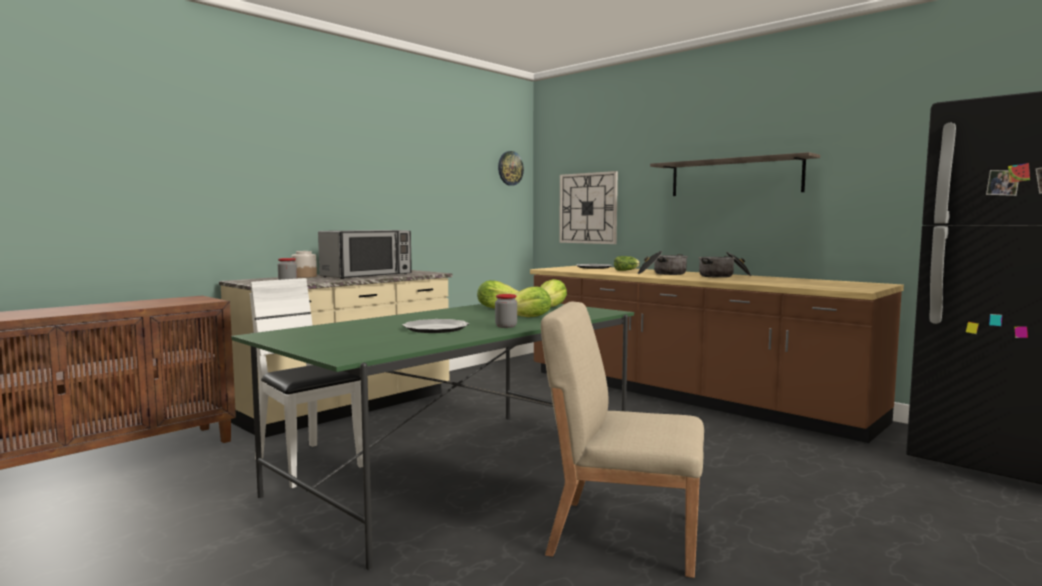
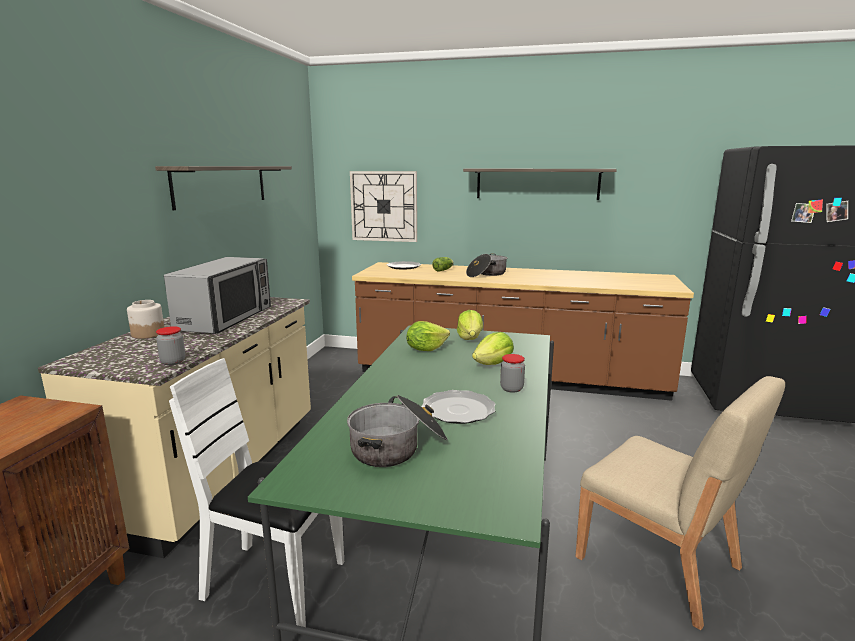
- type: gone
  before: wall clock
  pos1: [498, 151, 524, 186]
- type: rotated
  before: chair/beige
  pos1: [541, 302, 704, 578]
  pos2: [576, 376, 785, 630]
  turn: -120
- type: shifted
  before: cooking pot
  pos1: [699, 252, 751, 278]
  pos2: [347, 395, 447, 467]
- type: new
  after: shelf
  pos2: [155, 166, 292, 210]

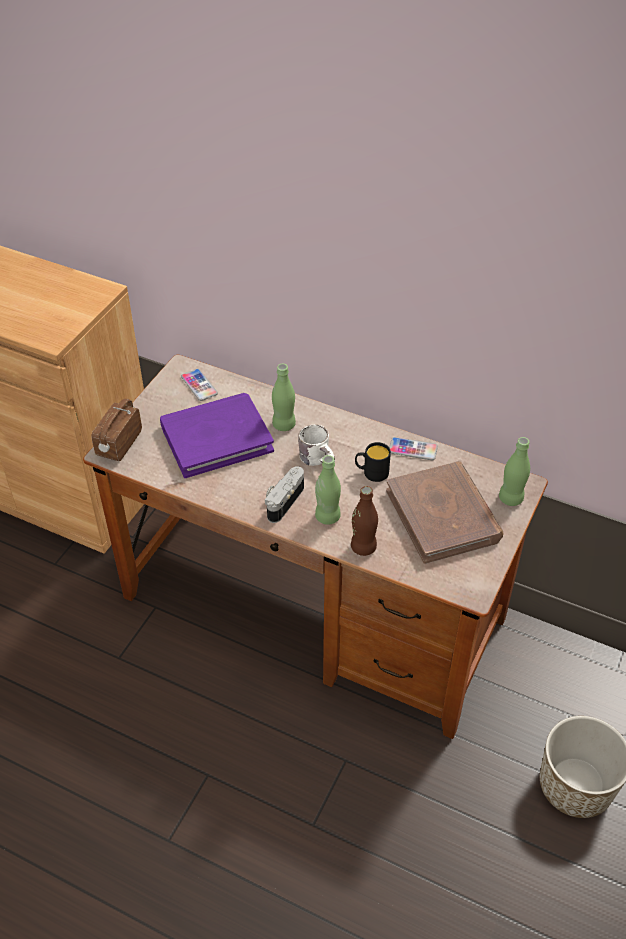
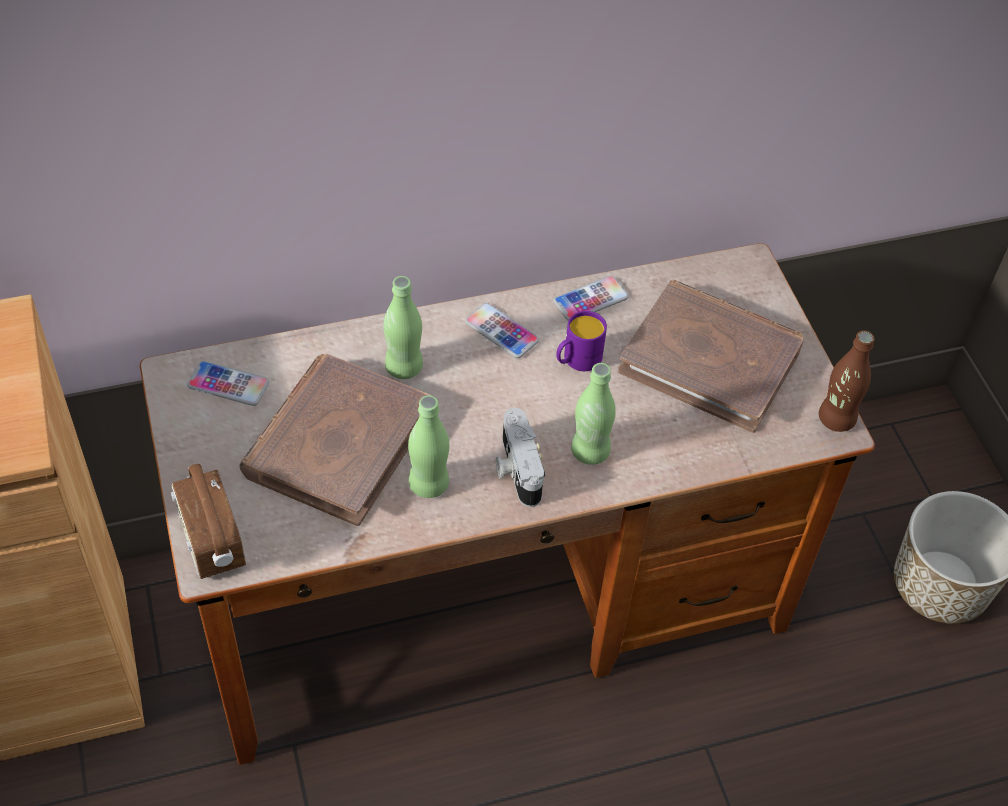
- type: repainted
  before: book/purple
  after: book/brown
  pos1: [160, 393, 274, 478]
  pos2: [239, 354, 431, 526]
- type: gone
  before: mug/white
  pos1: [298, 425, 335, 466]
- type: shifted
  before: bottle/brown
  pos1: [351, 486, 378, 556]
  pos2: [819, 330, 875, 432]
- type: repainted
  before: mug/black
  after: mug/purple
  pos1: [355, 442, 391, 482]
  pos2: [556, 311, 607, 371]
- type: shifted
  before: bottle/green
  pos1: [499, 437, 530, 506]
  pos2: [408, 395, 449, 498]
- type: new
  after: phone
  pos2: [465, 303, 539, 358]

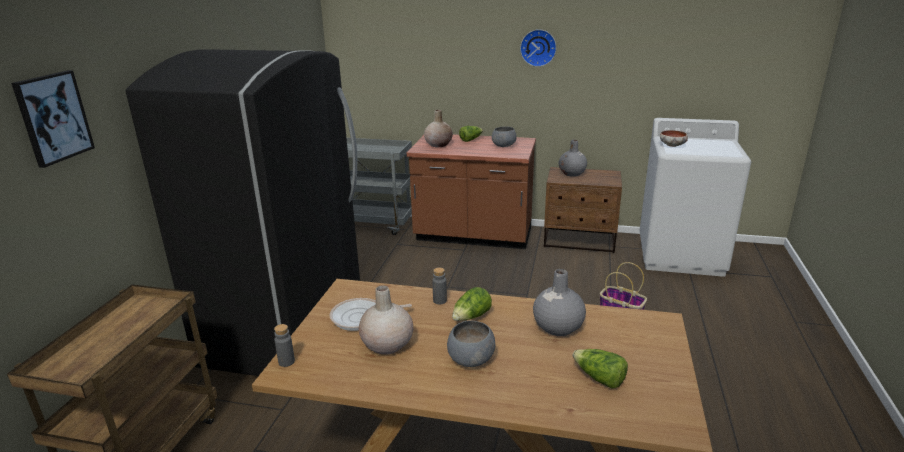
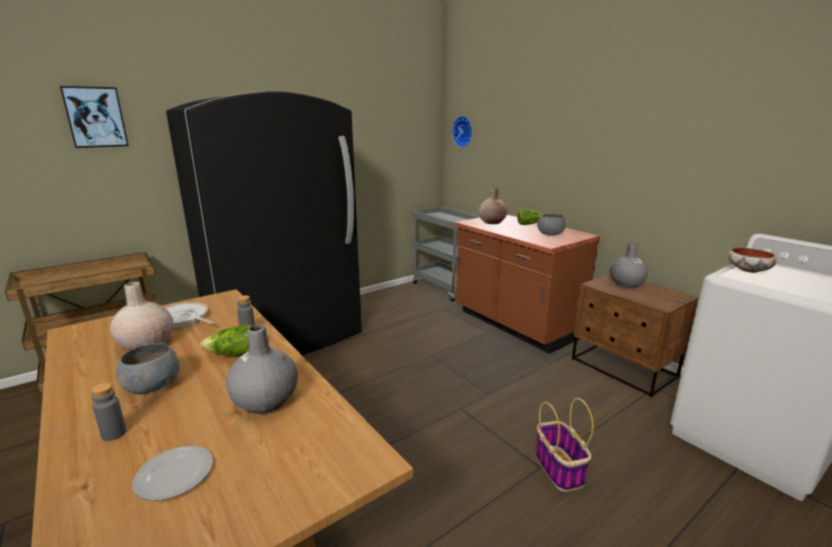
- type: shifted
  before: bottle/grey
  pos1: [274, 324, 295, 367]
  pos2: [91, 383, 126, 441]
- type: shifted
  before: wall clock
  pos1: [520, 29, 557, 67]
  pos2: [452, 116, 473, 148]
- type: swapped
  before: lettuce
  after: plate
  pos1: [572, 349, 628, 389]
  pos2: [132, 446, 213, 501]

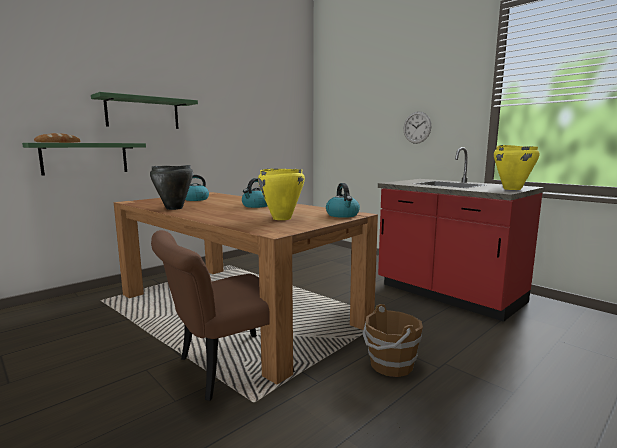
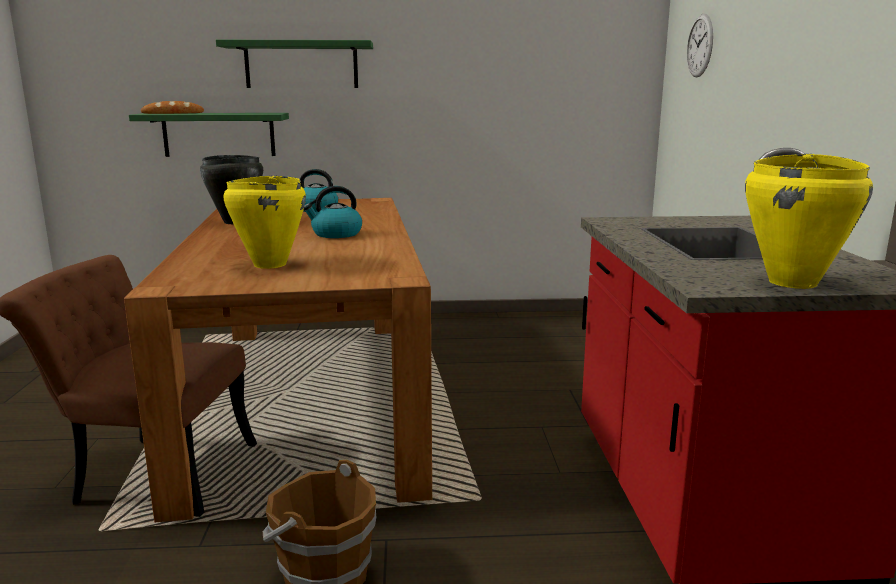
- type: gone
  before: kettle
  pos1: [326, 183, 360, 218]
- type: shifted
  before: wall clock
  pos1: [404, 112, 431, 144]
  pos2: [687, 14, 713, 78]

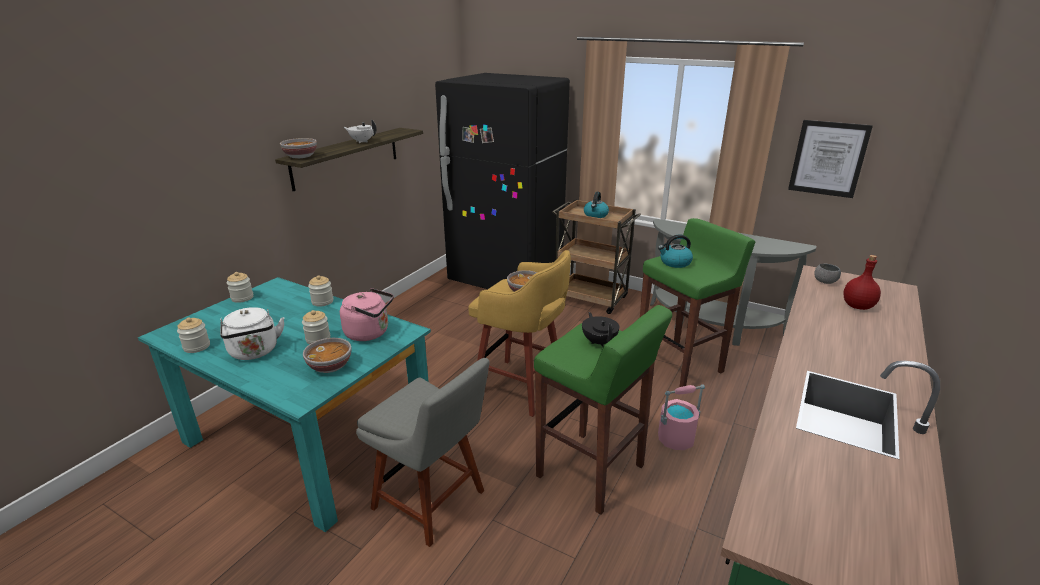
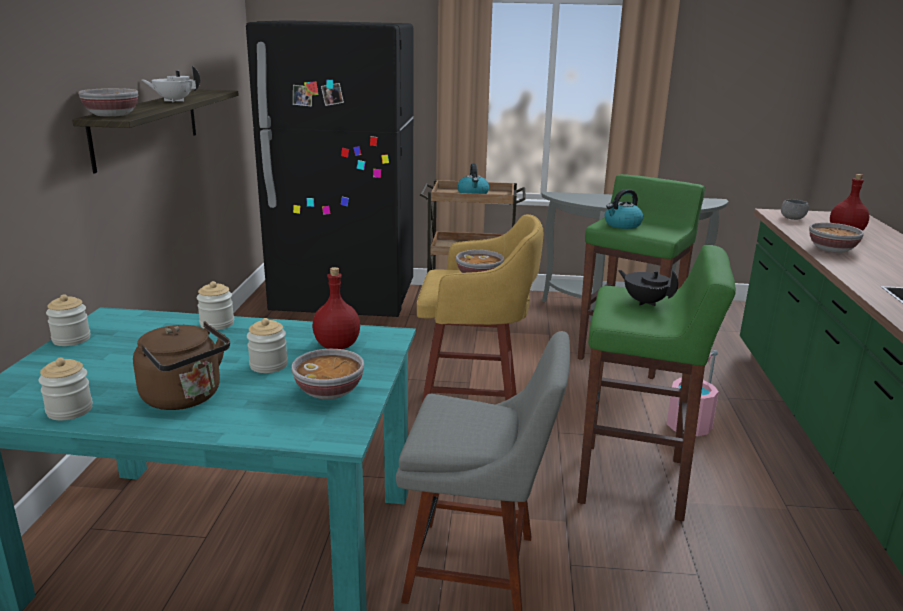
- type: repainted
  before: kettle/white
  after: kettle/brown
  pos1: [220, 307, 284, 360]
  pos2: [133, 321, 230, 410]
- type: swapped
  before: kettle/pink
  after: bottle/red
  pos1: [340, 288, 394, 341]
  pos2: [312, 267, 360, 349]
- type: gone
  before: picture
  pos1: [788, 120, 873, 198]
- type: new
  after: bowl
  pos2: [809, 223, 864, 253]

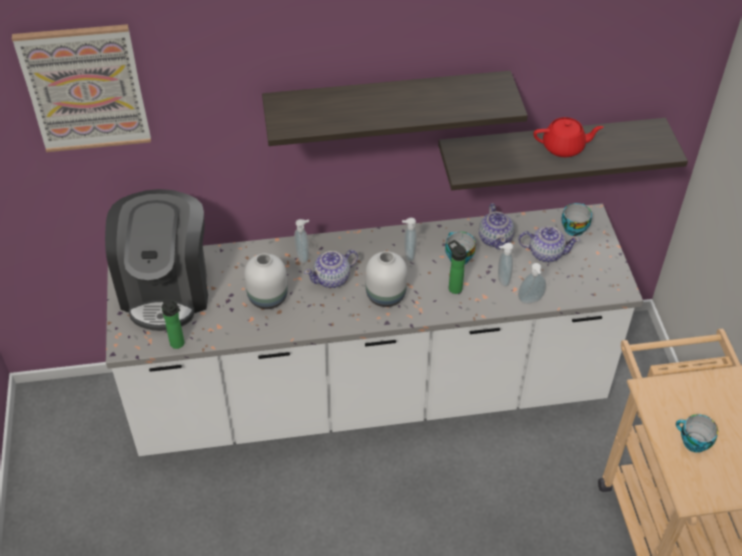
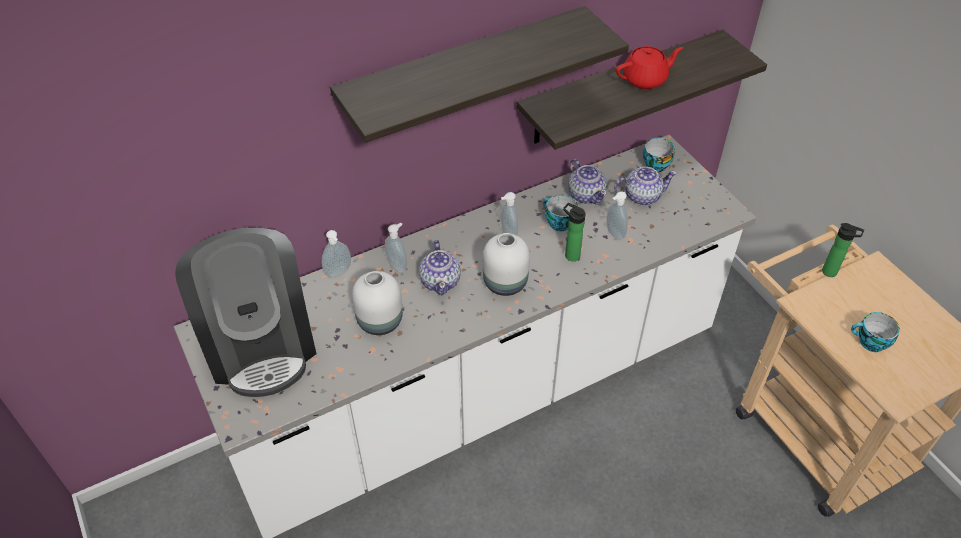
- type: gone
  before: picture
  pos1: [12, 24, 151, 152]
- type: shifted
  before: bottle
  pos1: [162, 298, 185, 349]
  pos2: [822, 223, 864, 277]
- type: rotated
  before: teapot
  pos1: [304, 250, 358, 288]
  pos2: [419, 240, 461, 295]
  turn: -45
- type: shifted
  before: soap dispenser
  pos1: [518, 263, 546, 304]
  pos2: [322, 230, 351, 277]

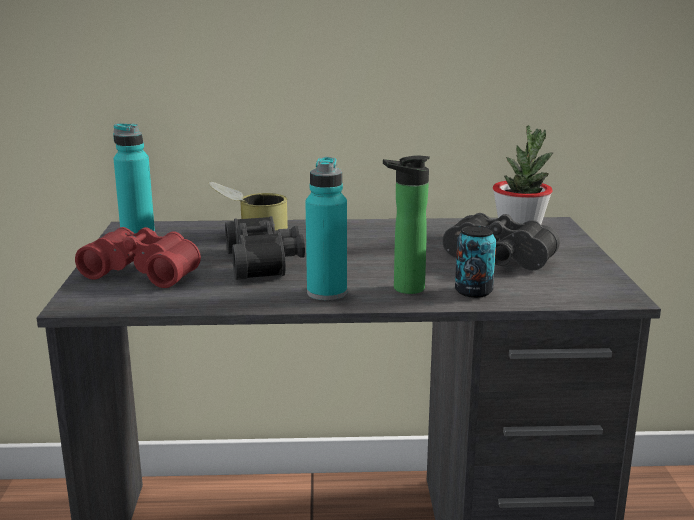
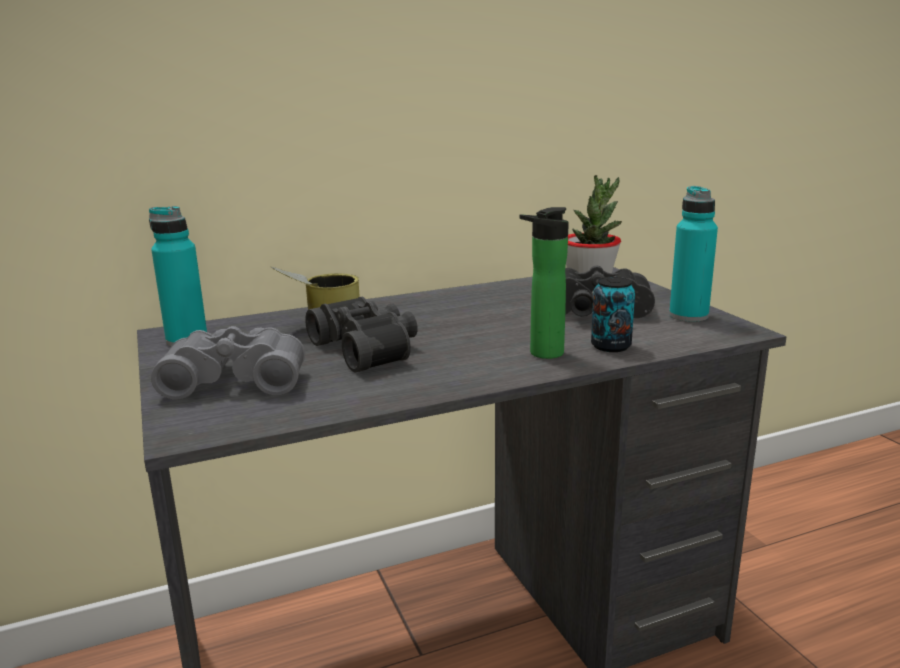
- type: repainted
  before: binoculars/red
  after: binoculars/grey
  pos1: [75, 227, 201, 288]
  pos2: [151, 326, 305, 400]
- type: shifted
  before: bottle/turquoise
  pos1: [305, 157, 347, 300]
  pos2: [669, 186, 718, 322]

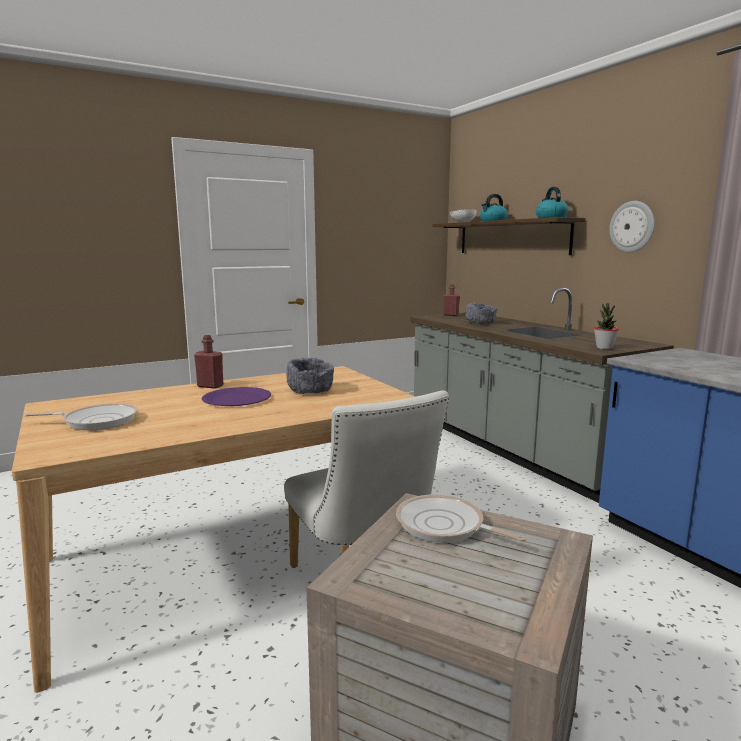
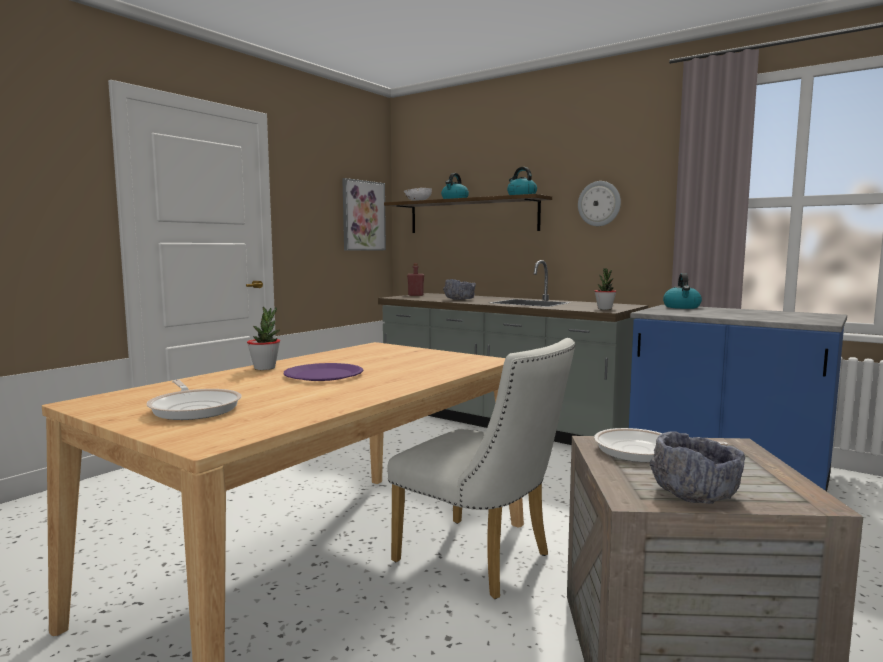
- type: rotated
  before: frying pan
  pos1: [24, 403, 138, 430]
  pos2: [147, 380, 241, 420]
  turn: 90
- type: swapped
  before: bottle/red
  after: potted plant
  pos1: [194, 335, 223, 389]
  pos2: [247, 307, 280, 370]
- type: shifted
  before: bowl/grey
  pos1: [286, 358, 334, 394]
  pos2: [650, 431, 745, 504]
- type: new
  after: picture
  pos2: [342, 178, 386, 251]
- type: new
  after: kettle
  pos2: [663, 273, 702, 309]

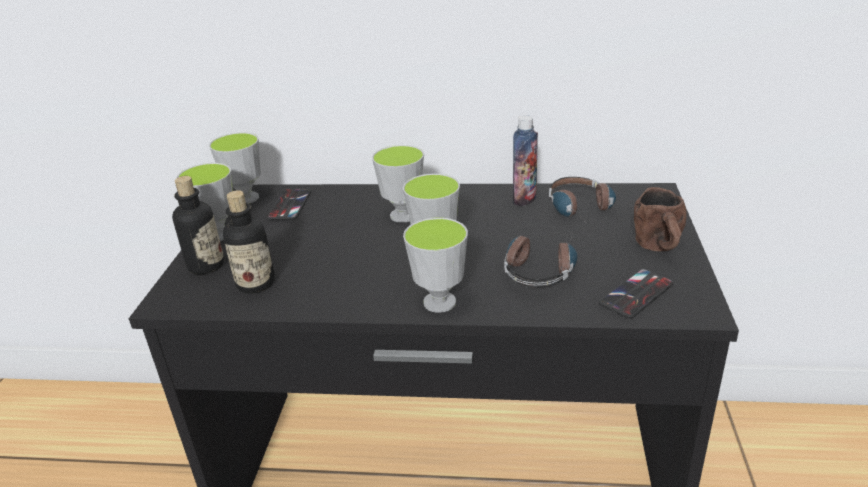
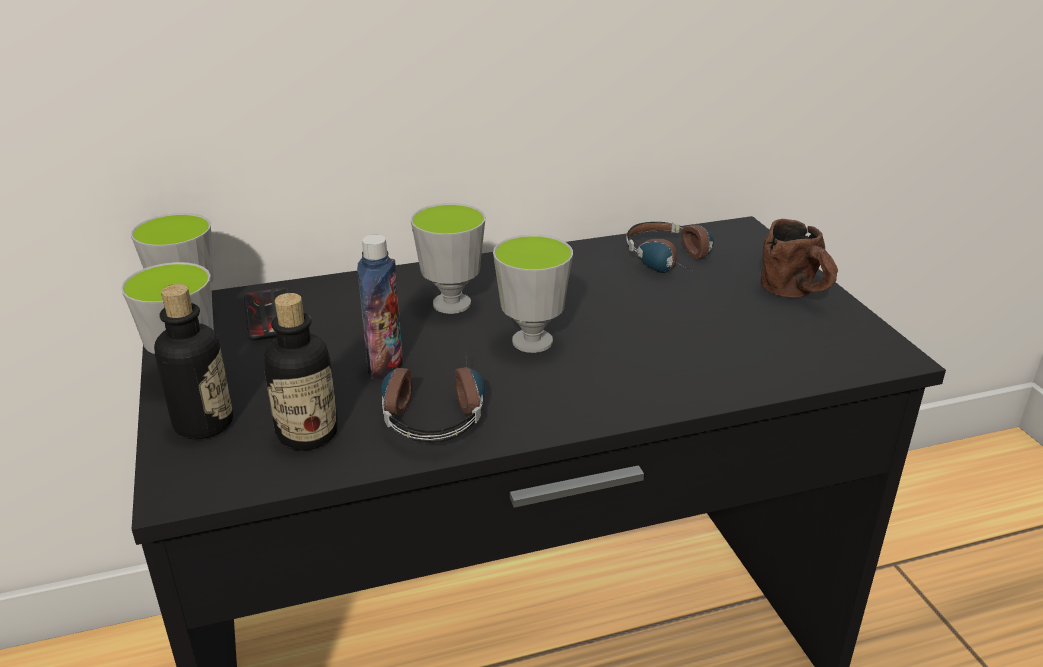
- type: gone
  before: cup
  pos1: [403, 217, 468, 313]
- type: shifted
  before: headphones
  pos1: [504, 234, 578, 288]
  pos2: [381, 367, 485, 443]
- type: shifted
  before: bottle
  pos1: [513, 115, 538, 206]
  pos2: [357, 235, 403, 380]
- type: gone
  before: phone
  pos1: [599, 269, 674, 319]

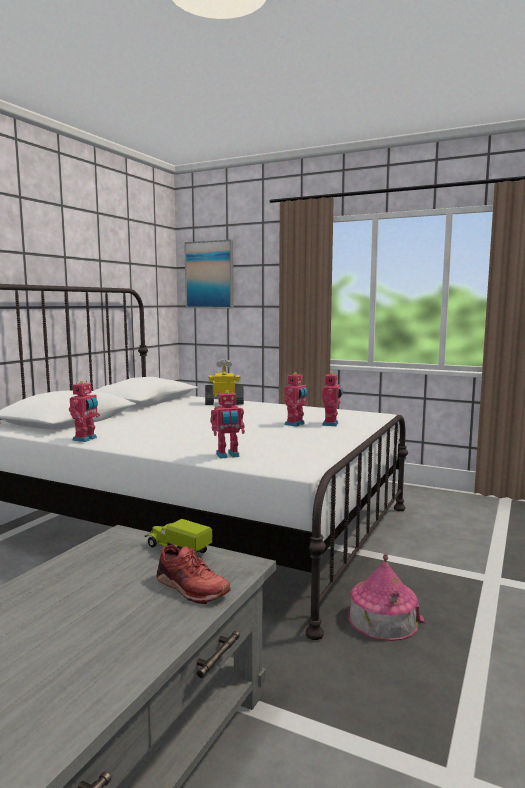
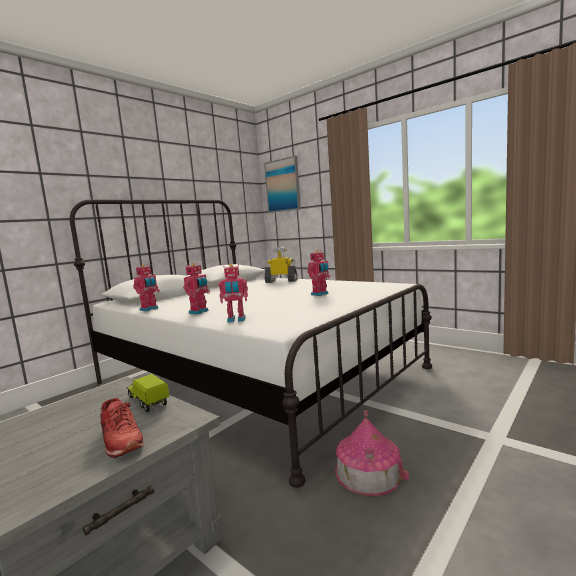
- type: shifted
  before: toy robot
  pos1: [322, 372, 343, 426]
  pos2: [183, 263, 210, 314]

